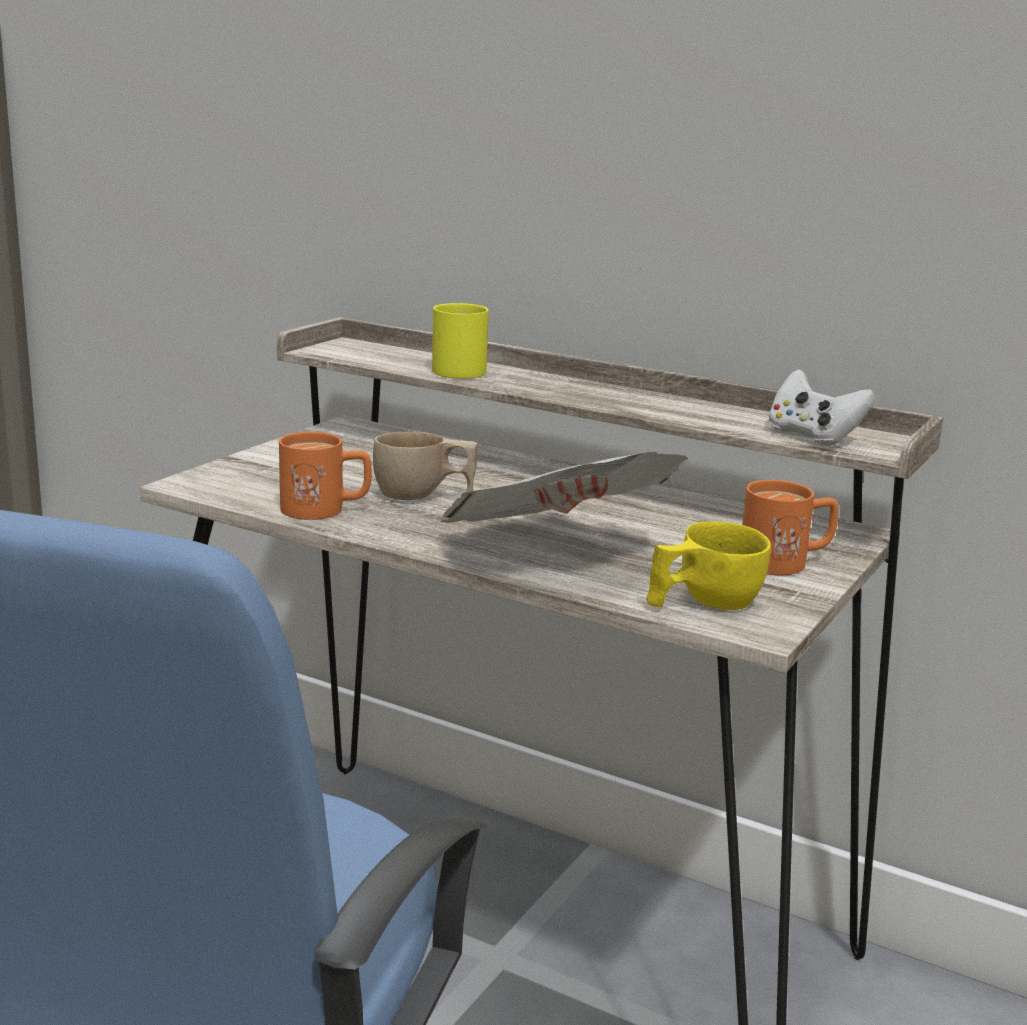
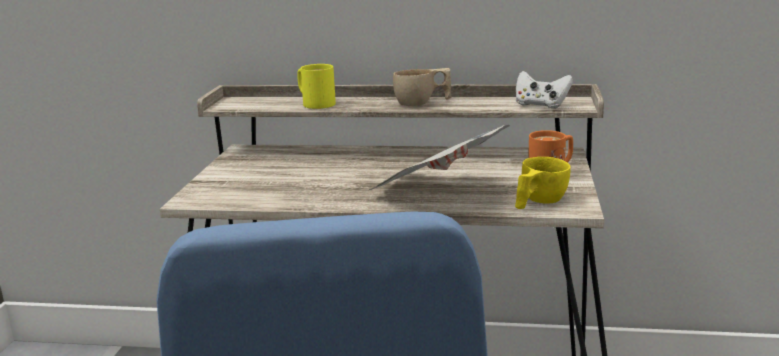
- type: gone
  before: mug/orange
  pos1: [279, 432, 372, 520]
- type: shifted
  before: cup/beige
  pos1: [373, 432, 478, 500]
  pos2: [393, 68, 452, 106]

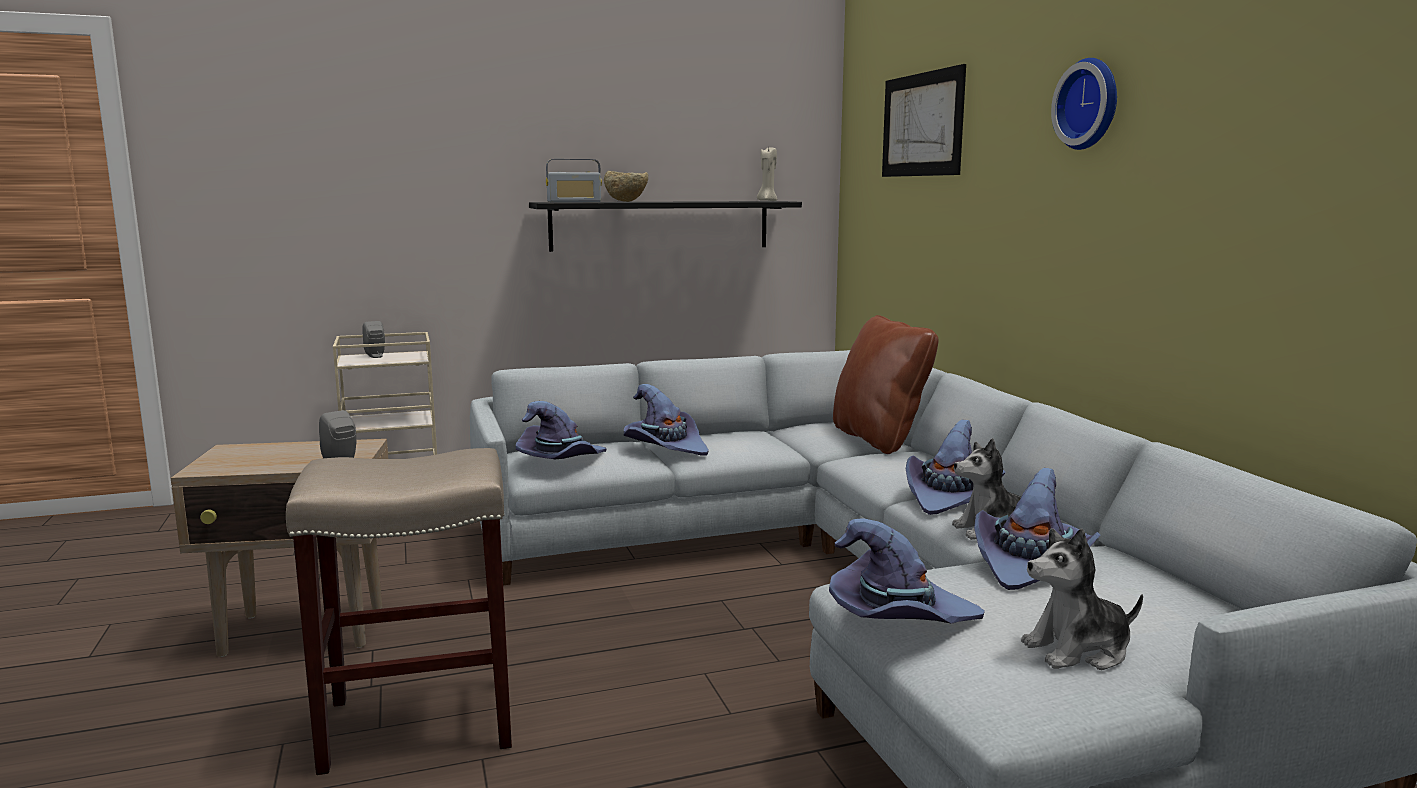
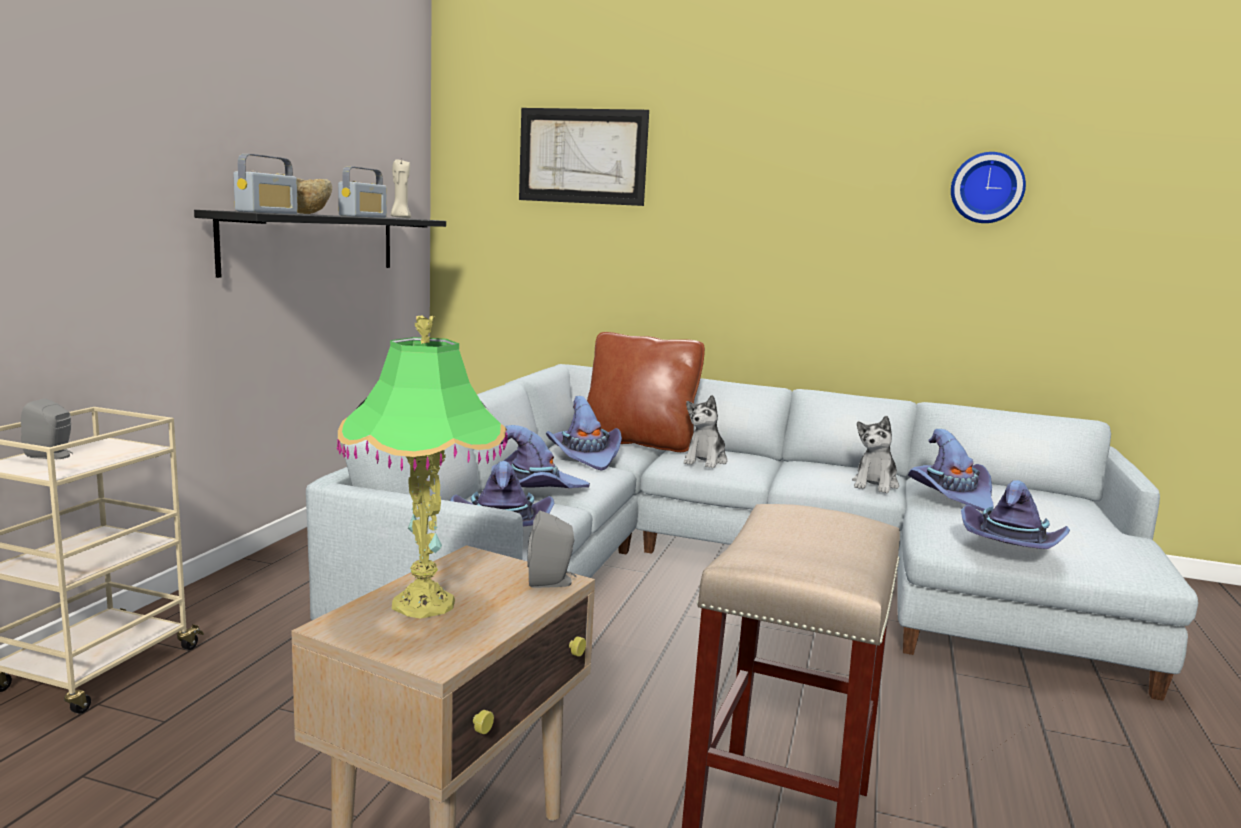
- type: shifted
  before: hat/purple
  pos1: [906, 419, 1006, 515]
  pos2: [546, 396, 622, 471]
- type: shifted
  before: plush toy
  pos1: [1021, 528, 1143, 670]
  pos2: [684, 395, 728, 468]
- type: shifted
  before: wall clock
  pos1: [1051, 58, 1117, 150]
  pos2: [951, 152, 1026, 223]
- type: new
  after: table lamp
  pos2: [337, 315, 508, 619]
- type: new
  after: radio
  pos2: [338, 166, 387, 218]

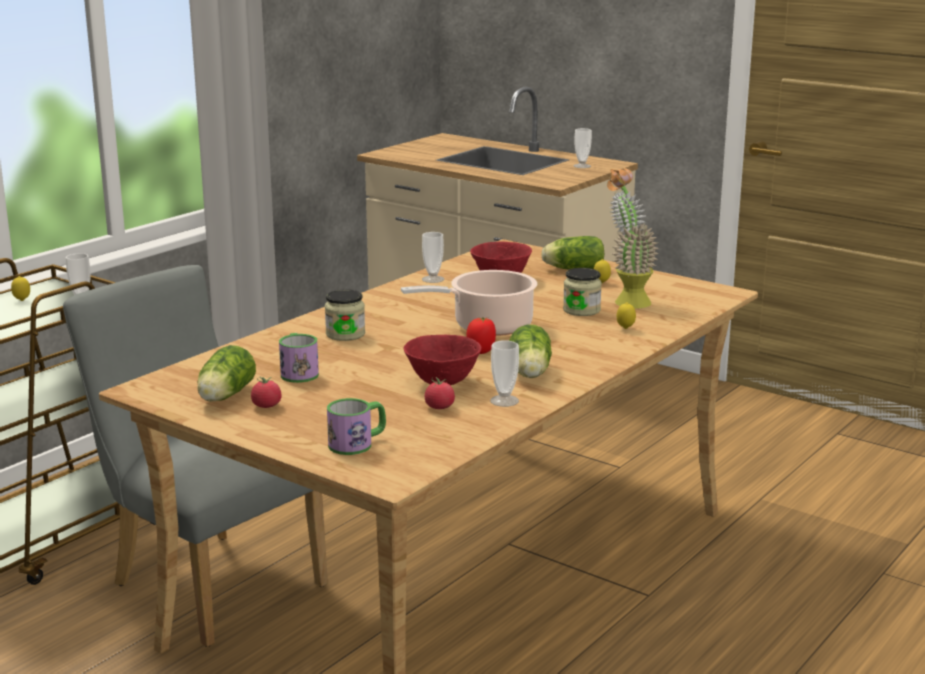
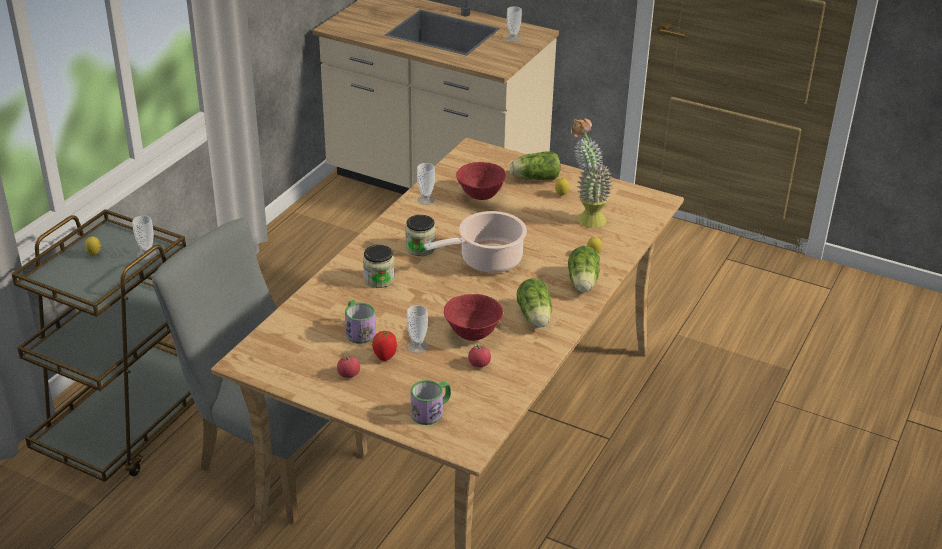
- type: shifted
  before: lettuce
  pos1: [197, 345, 256, 402]
  pos2: [568, 246, 600, 293]
- type: shifted
  before: tomato
  pos1: [466, 317, 496, 354]
  pos2: [372, 331, 397, 361]
- type: shifted
  before: cup
  pos1: [490, 340, 519, 407]
  pos2: [407, 305, 428, 353]
- type: shifted
  before: jar
  pos1: [563, 268, 602, 316]
  pos2: [405, 215, 436, 256]

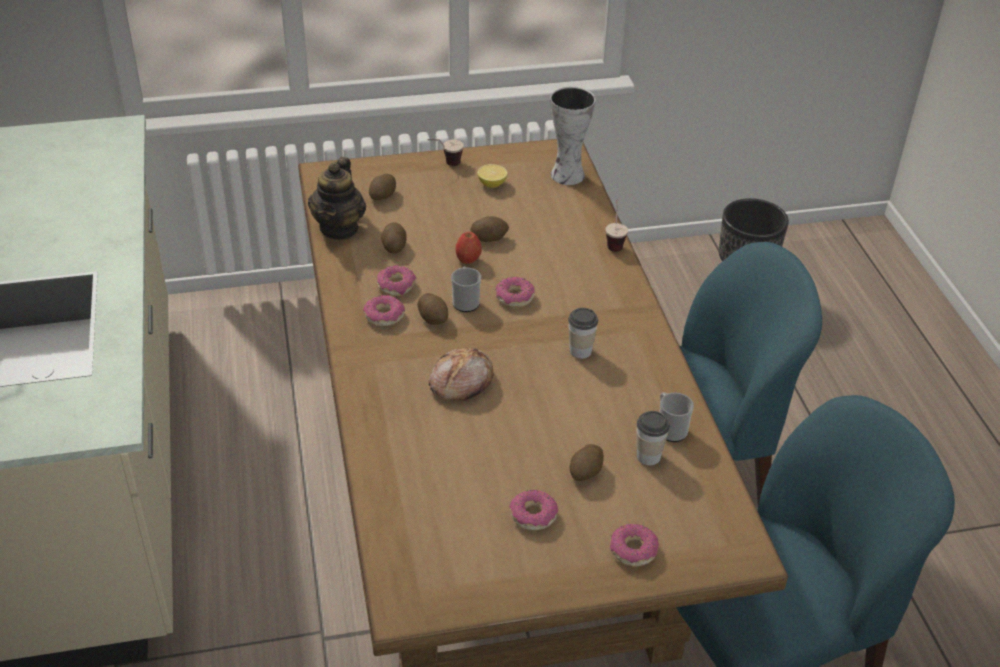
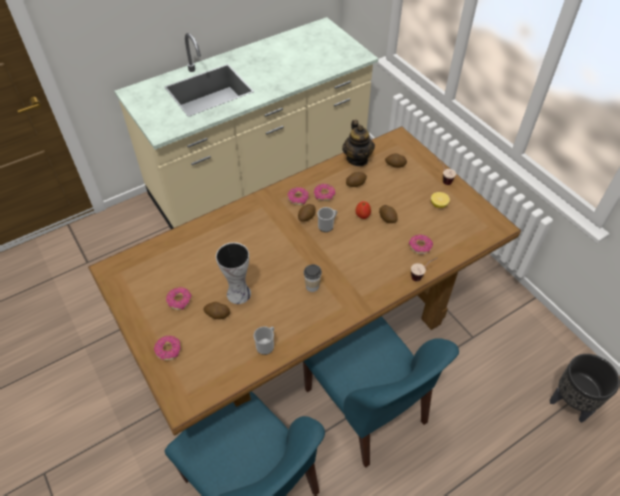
- type: rotated
  before: teapot
  pos1: [308, 157, 366, 240]
  pos2: [342, 120, 375, 166]
  turn: -90
- type: gone
  before: bread
  pos1: [429, 347, 494, 400]
- type: shifted
  before: donut
  pos1: [495, 277, 535, 307]
  pos2: [409, 234, 433, 254]
- type: shifted
  before: vase
  pos1: [550, 87, 596, 185]
  pos2: [216, 242, 251, 304]
- type: gone
  before: cup
  pos1: [636, 411, 670, 465]

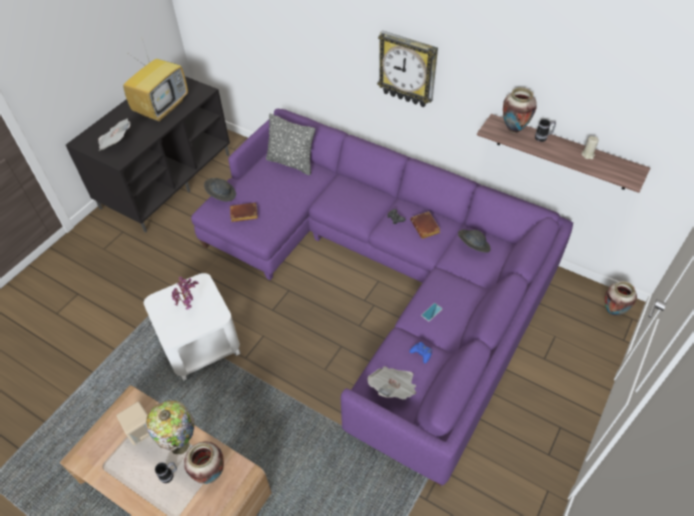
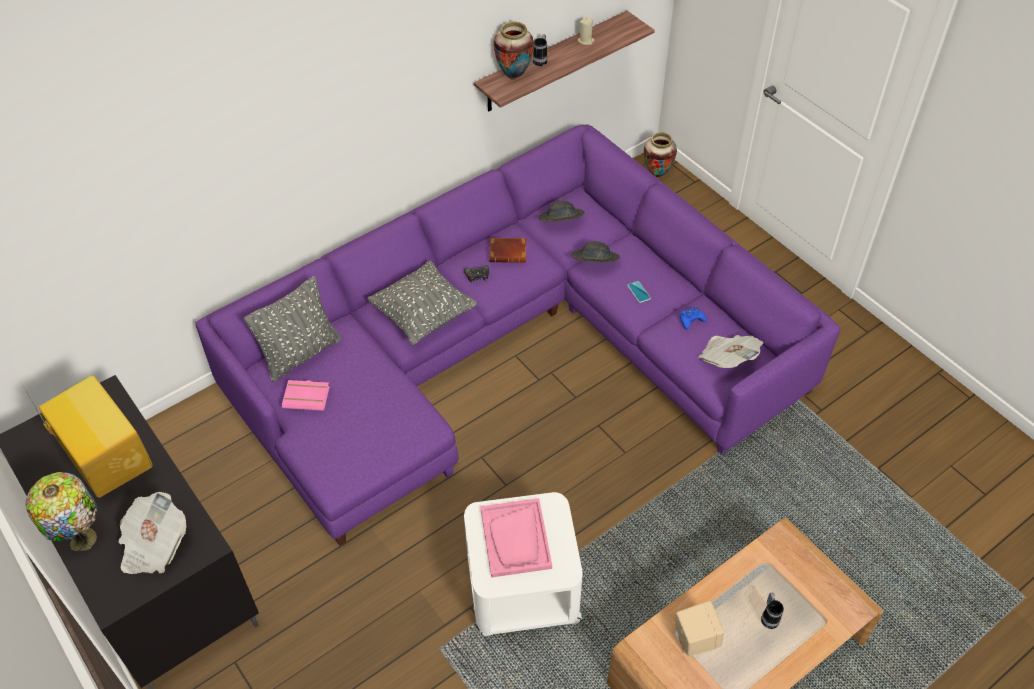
- type: shifted
  before: table lamp
  pos1: [146, 400, 195, 454]
  pos2: [25, 472, 97, 551]
- type: swapped
  before: potted plant
  after: tray/pink
  pos1: [172, 276, 199, 310]
  pos2: [481, 498, 552, 578]
- type: gone
  before: vase
  pos1: [184, 441, 224, 484]
- type: shifted
  before: hat/grey
  pos1: [204, 178, 236, 202]
  pos2: [571, 241, 620, 263]
- type: gone
  before: book/brown
  pos1: [230, 203, 258, 222]
- type: gone
  before: wall clock
  pos1: [377, 30, 438, 107]
- type: new
  after: book/pink
  pos2: [282, 380, 330, 411]
- type: new
  after: pillow/grey
  pos2: [367, 261, 478, 345]

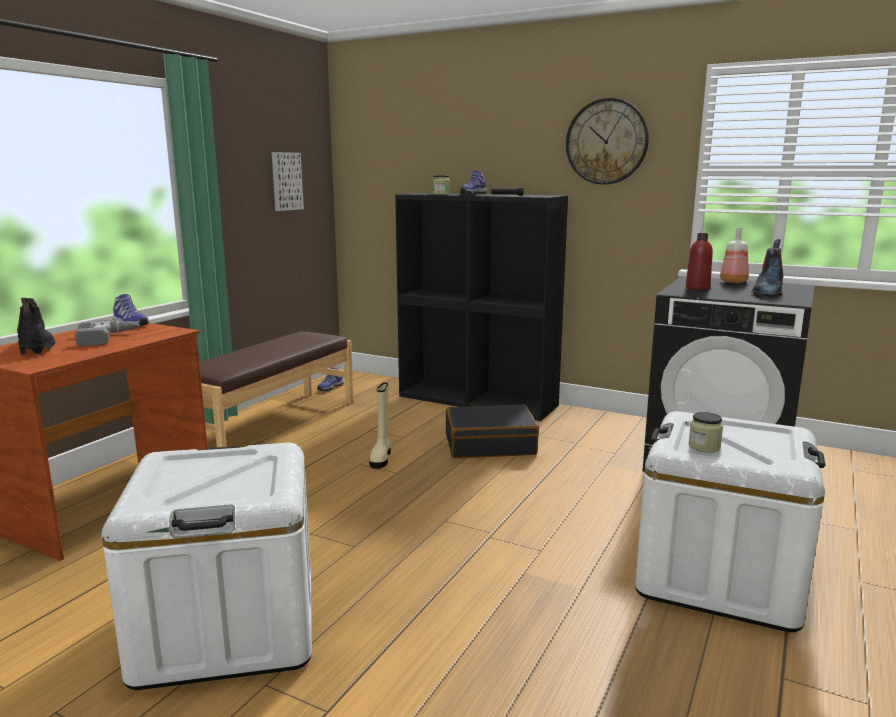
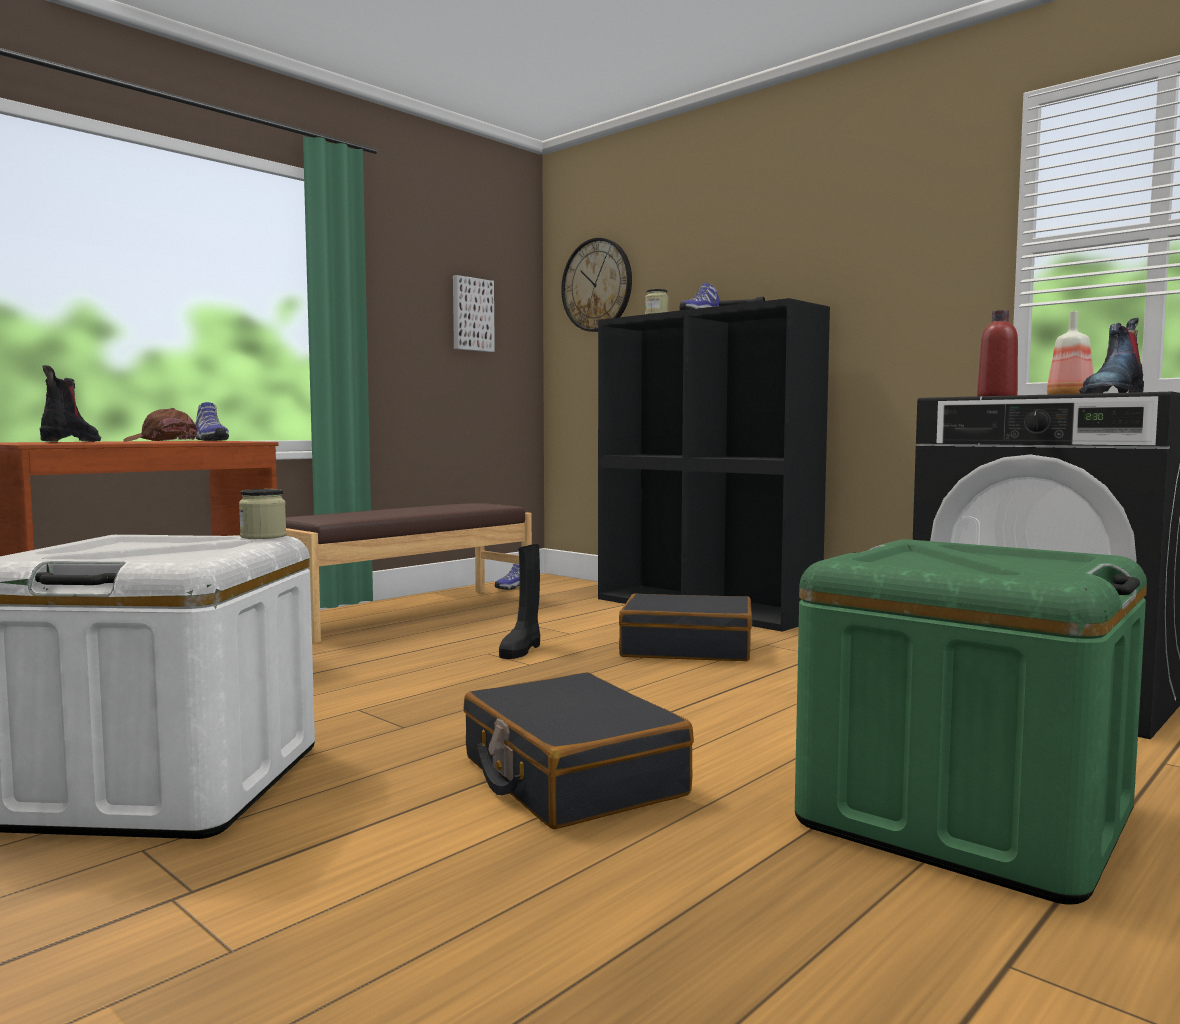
- type: swapped
  before: power drill
  after: cap/brown
  pos1: [75, 320, 140, 346]
  pos2: [124, 408, 197, 442]
- type: repainted
  before: boot/beige
  after: boot/black
  pos1: [369, 383, 391, 469]
  pos2: [499, 544, 540, 659]
- type: shifted
  before: wall clock
  pos1: [566, 98, 649, 185]
  pos2: [561, 238, 632, 332]
- type: repainted
  before: storage box/white
  after: storage box/green
  pos1: [635, 411, 825, 632]
  pos2: [795, 539, 1147, 904]
- type: shifted
  before: jar
  pos1: [689, 412, 723, 453]
  pos2: [239, 489, 287, 539]
- type: new
  after: suitcase/black
  pos2: [463, 672, 694, 829]

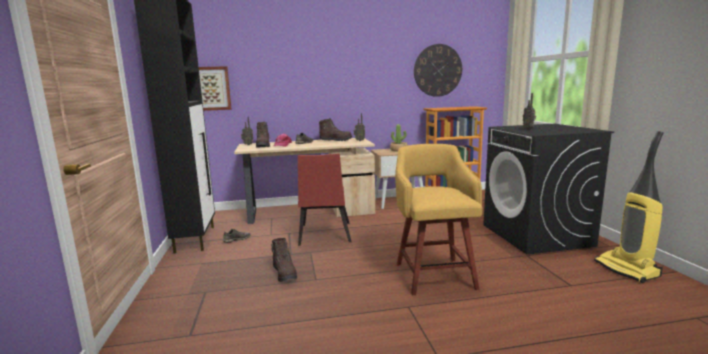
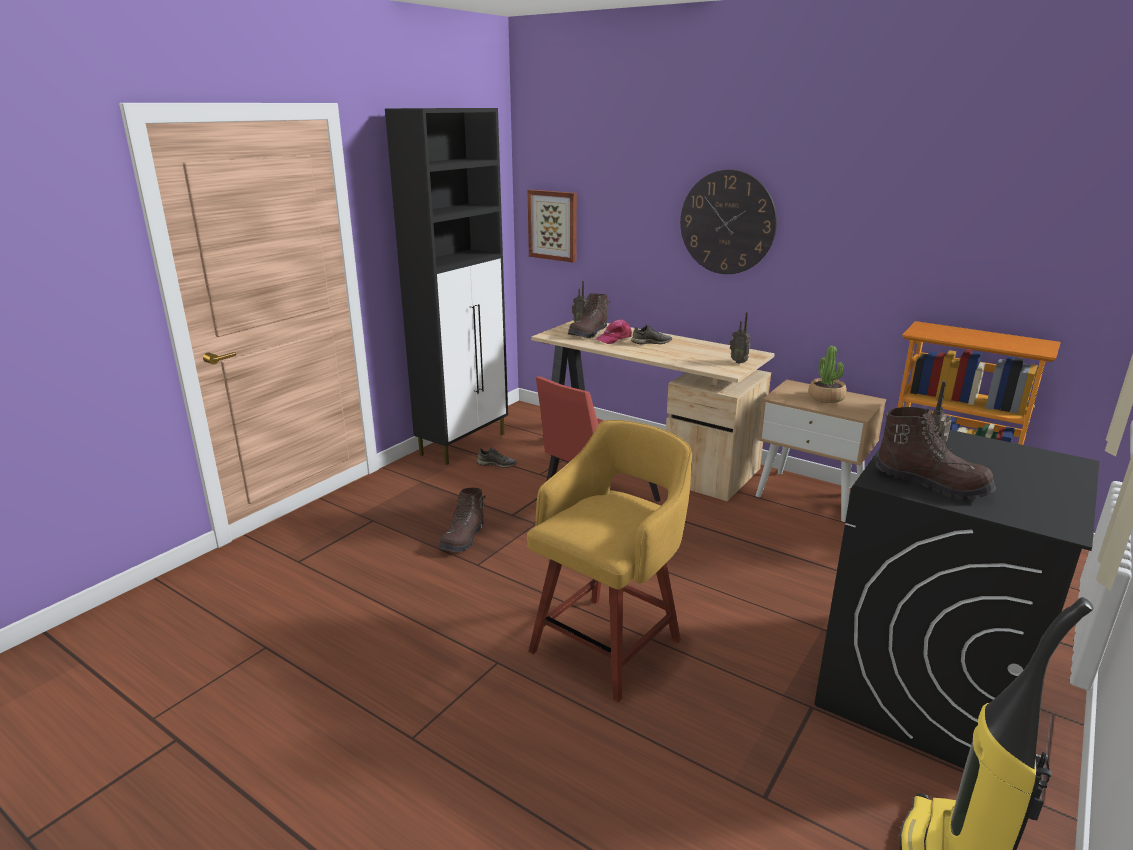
- type: shifted
  before: boot/brown
  pos1: [319, 118, 352, 141]
  pos2: [875, 407, 996, 499]
- type: shifted
  before: wall clock
  pos1: [414, 44, 462, 97]
  pos2: [680, 170, 777, 274]

